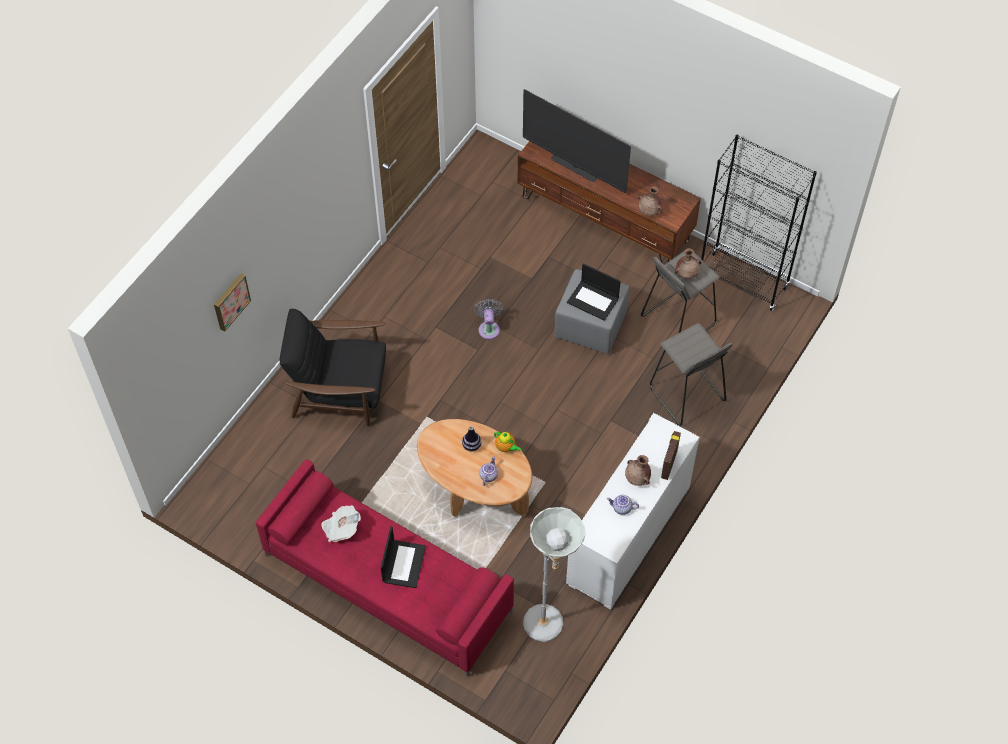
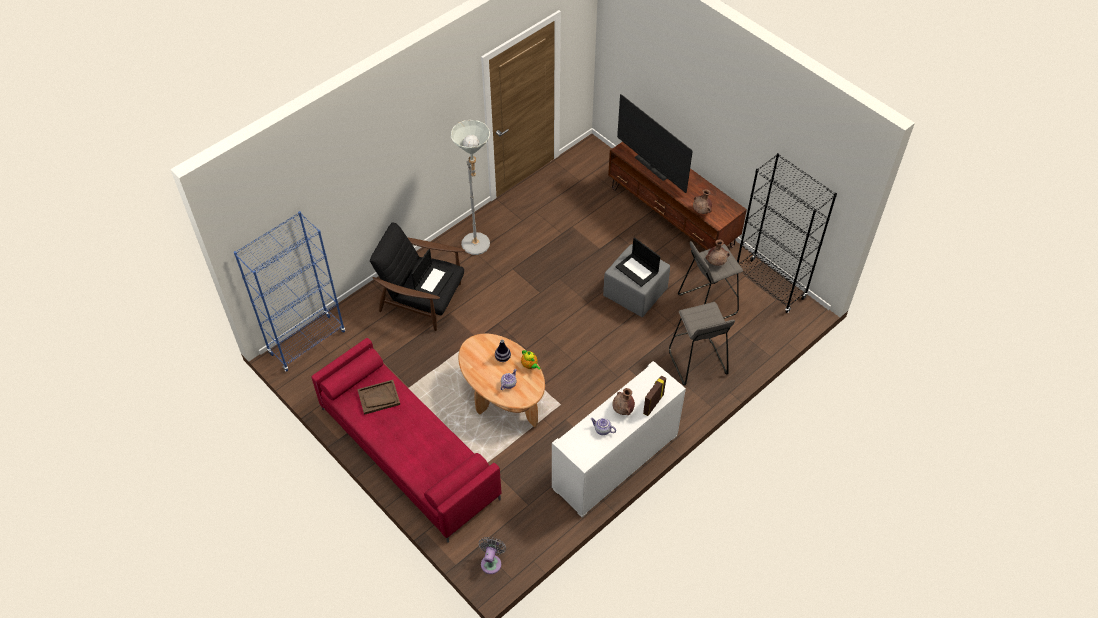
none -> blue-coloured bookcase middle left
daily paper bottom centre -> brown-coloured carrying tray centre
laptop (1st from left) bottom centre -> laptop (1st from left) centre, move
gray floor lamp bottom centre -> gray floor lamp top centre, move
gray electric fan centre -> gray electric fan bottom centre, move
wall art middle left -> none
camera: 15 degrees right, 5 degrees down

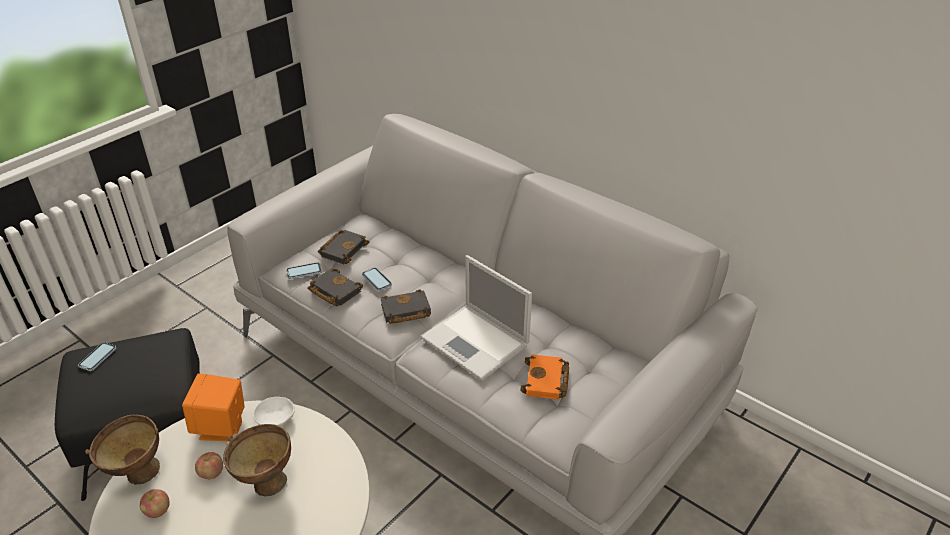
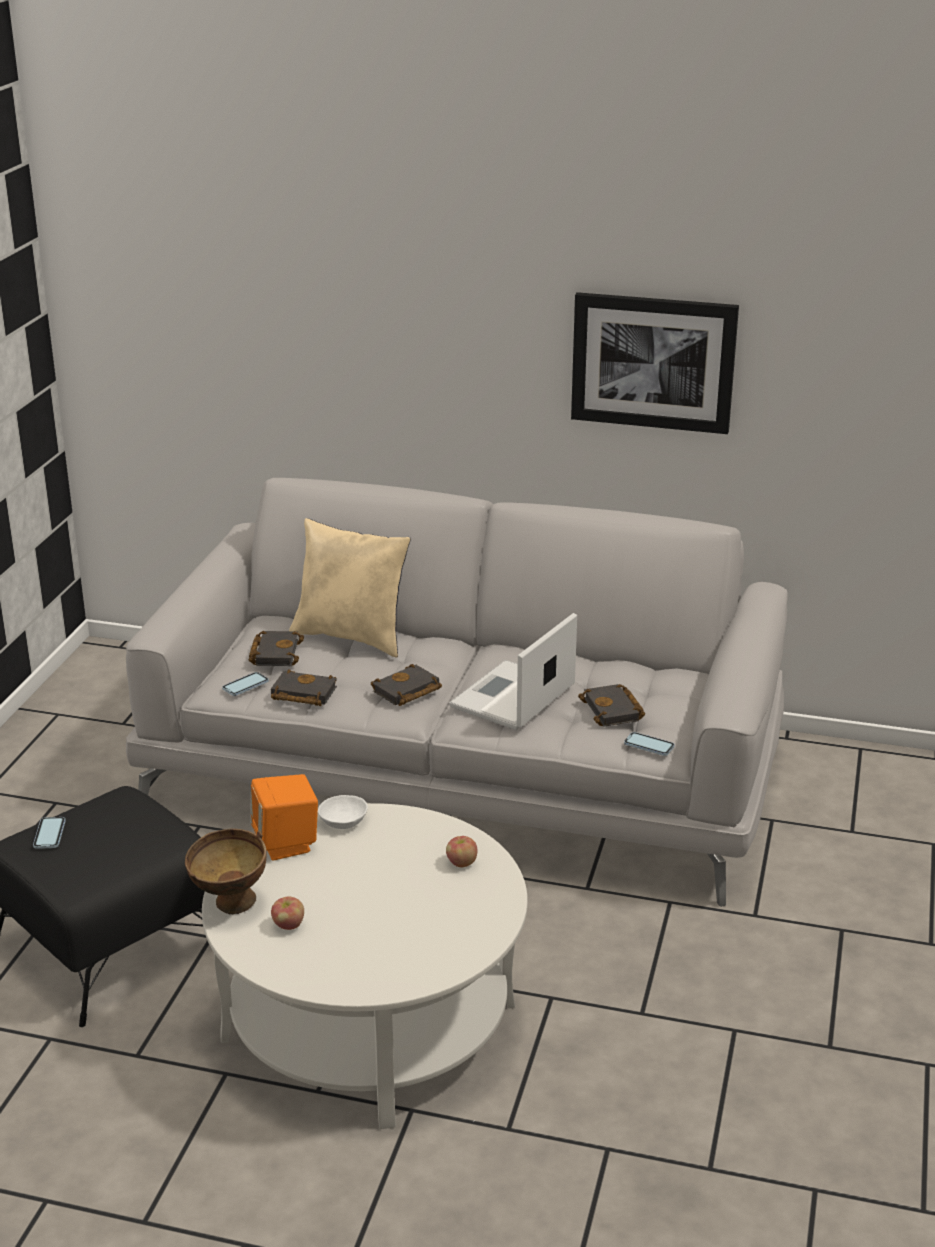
none -> sand-coloured cushion centre
whole apple (2nd from left) bottom left -> whole apple (2nd from left) bottom centre, move
laptop centre, 105 degrees clockwise
none -> wall art top right
orangey bound book bottom centre -> black bound book (4th from left) centre
telephone (3rd from left) centre -> telephone (3rd from left) middle right, move
brown-coloured serving bowl (2nd from left) bottom left -> none
camera: 25 degrees left, 10 degrees down

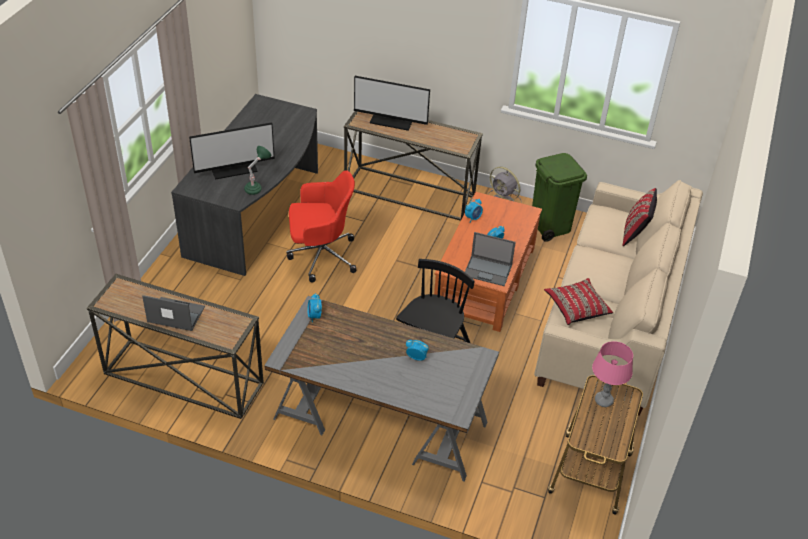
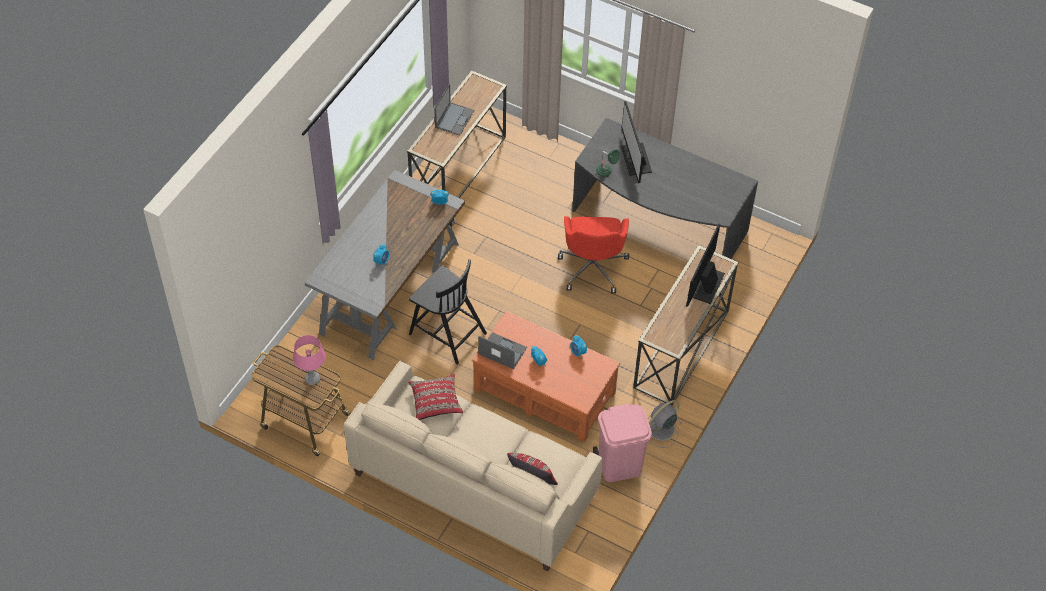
laptop (2nd from left) centre, 90 degrees clockwise
green-coloured trash can middle right -> pink-coloured trash can bottom centre
camera: 100 degrees right, 10 degrees up

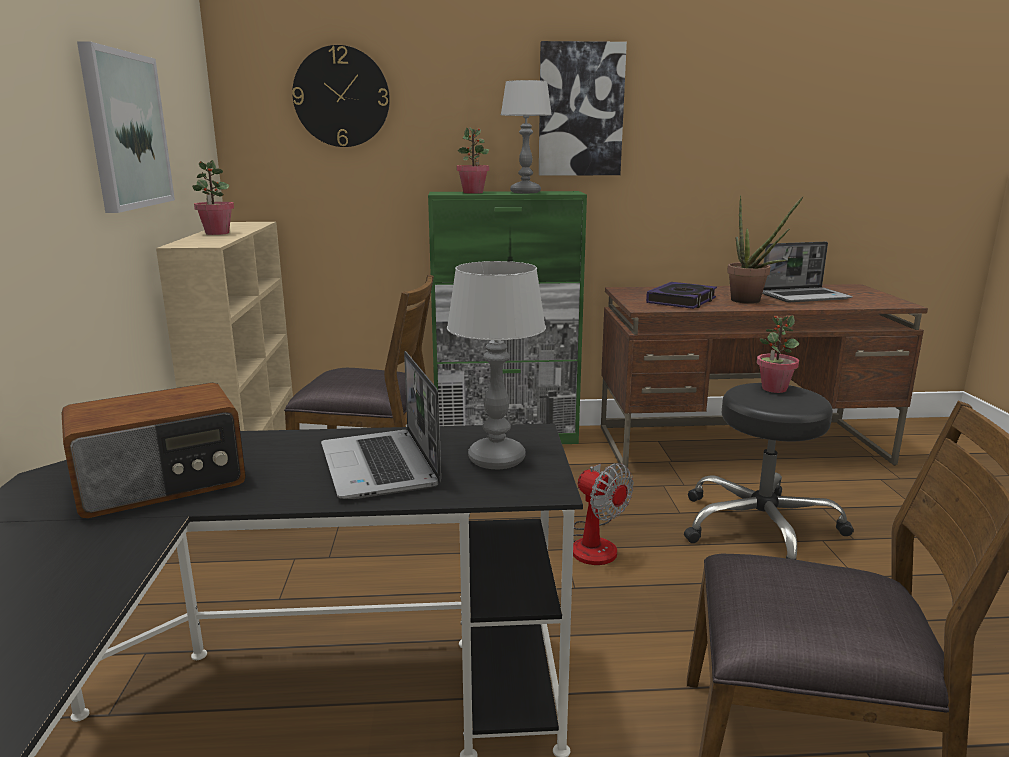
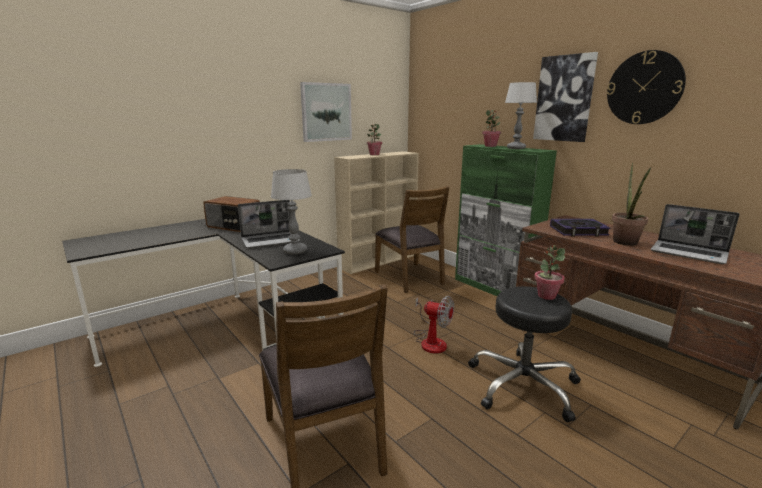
laptop (1st from left) centre, 150 degrees counterclockwise
electric fan bottom centre -> electric fan centre, 75 degrees counterclockwise
hanging clock top centre -> hanging clock top right, move
camera: 55 degrees right, 0 degrees up

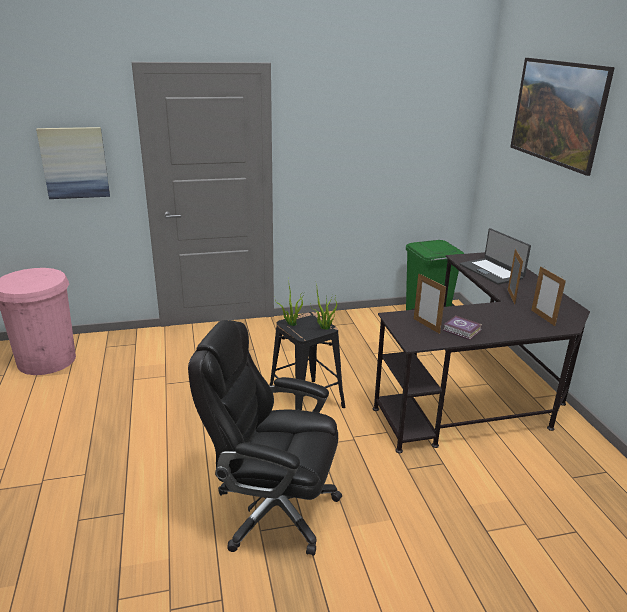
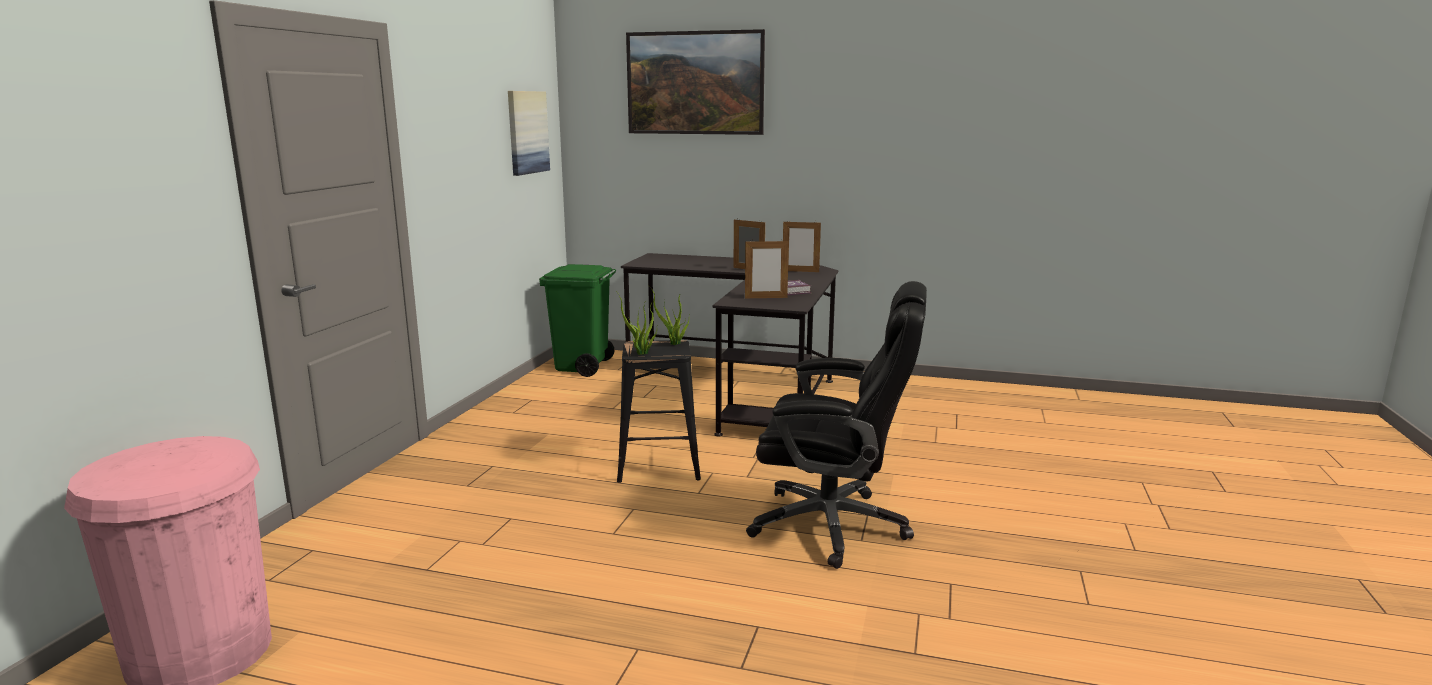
wall art (1st from left) top left -> wall art (1st from left) top centre, move
black office chair bottom centre -> black office chair centre, 120 degrees counterclockwise
laptop middle right -> none
camera: 60 degrees left, 10 degrees down

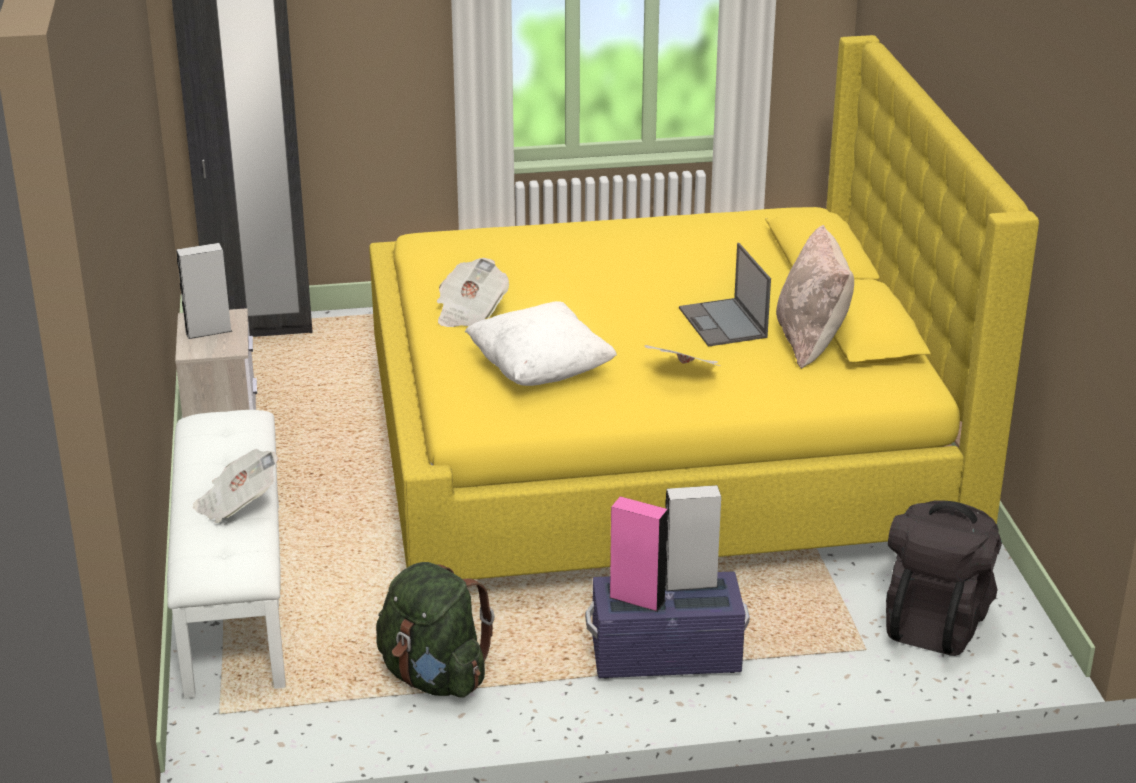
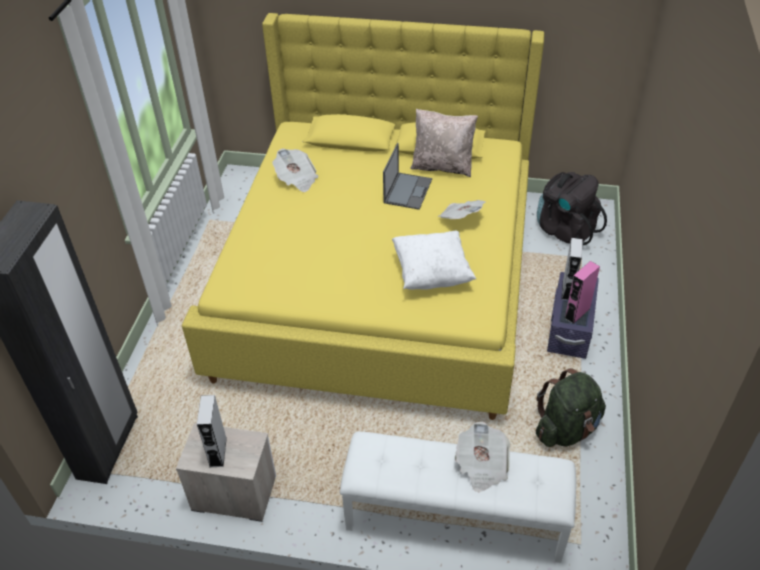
daily paper (2nd from left in the first image) centre -> daily paper (1st from left) top centre, move
laptop centre -> laptop top centre, 75 degrees counterclockwise
camera: 70 degrees left, 15 degrees up

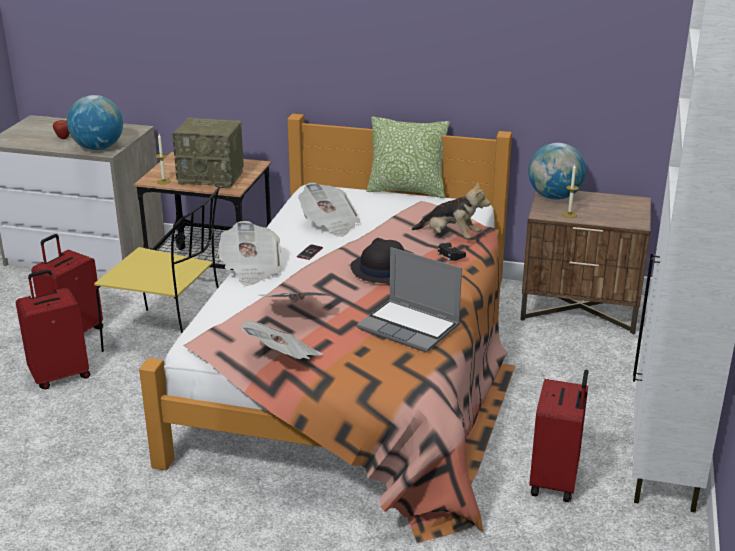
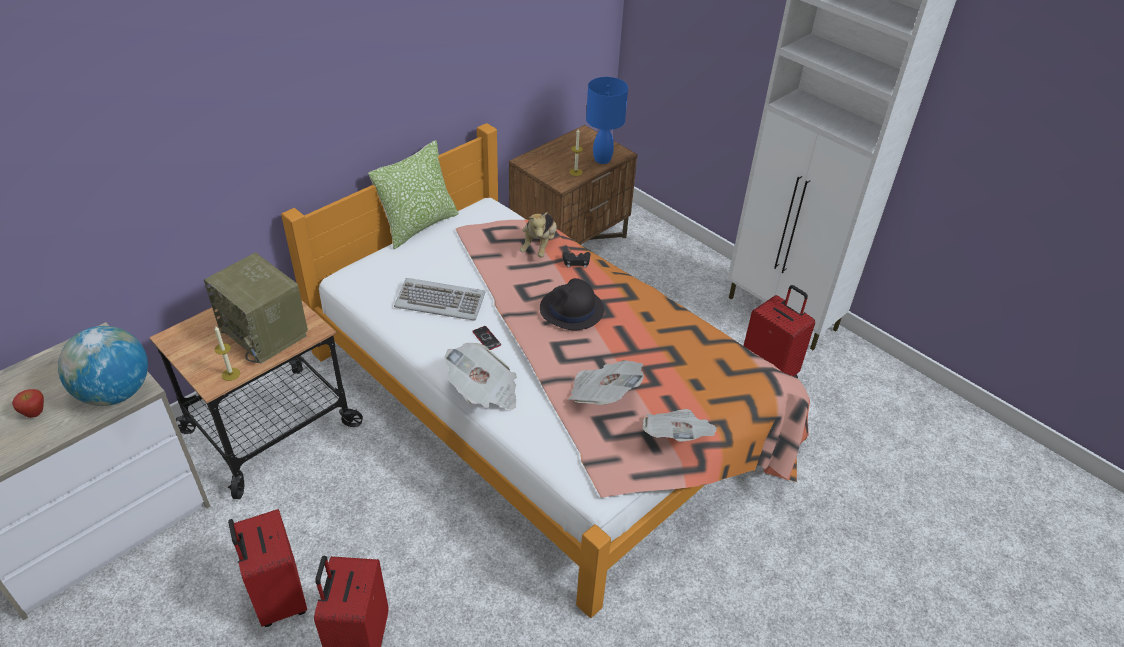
radio receiver top left -> radio receiver middle left, 90 degrees clockwise
daily paper (4th from left) centre -> keyboard centre
cuddly toy centre, 135 degrees clockwise
none -> blue-coloured table lamp top centre
yellow-coloured upright chair middle left -> none
laptop centre -> none
desk globe (2nd from left) top right -> none
camera: 60 degrees left, 15 degrees up

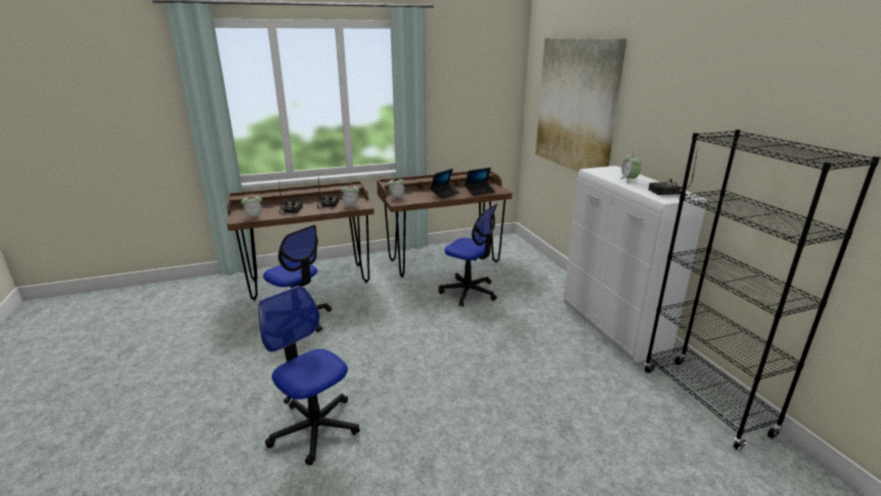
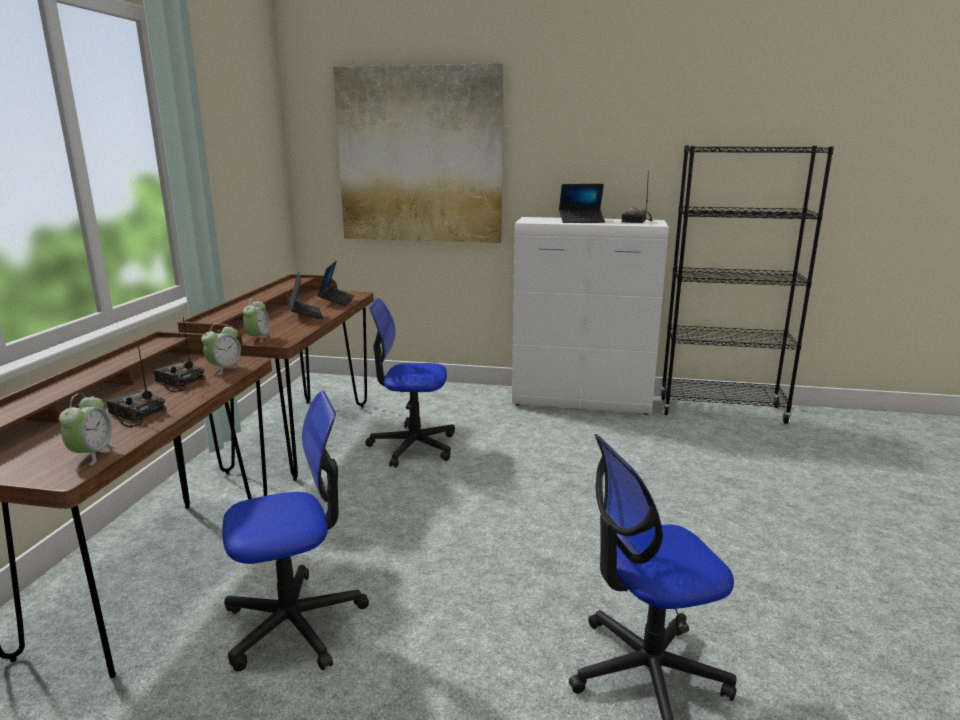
office chair (3rd from left in the first image) centre -> office chair (2nd from left) centre, 150 degrees counterclockwise
alarm clock (4th from left) middle right -> laptop (3rd from left) top centre
camera: 60 degrees left, 5 degrees down

